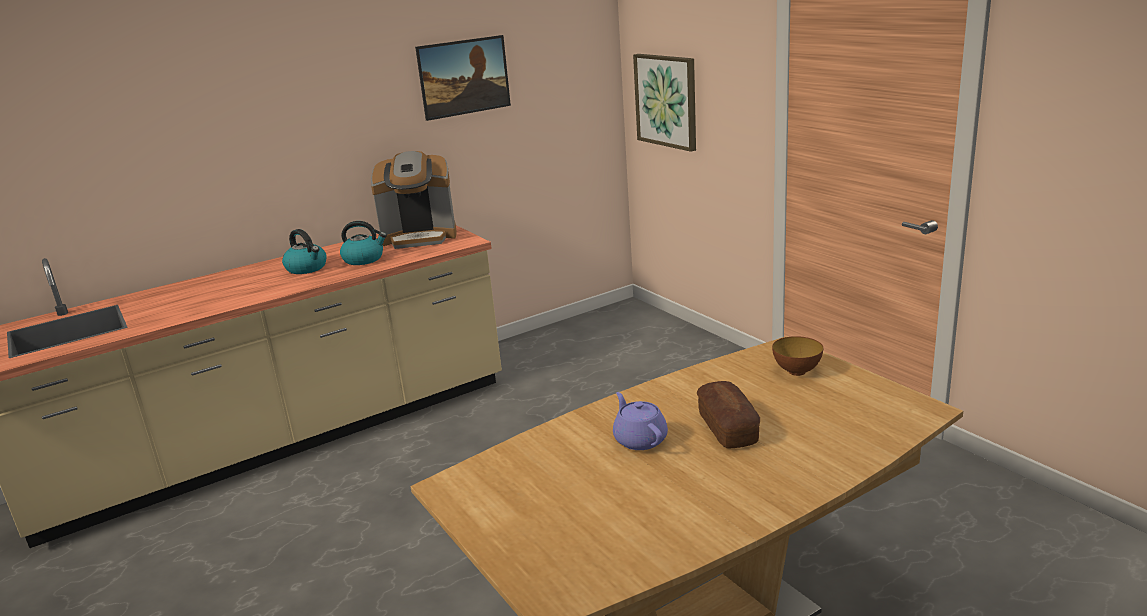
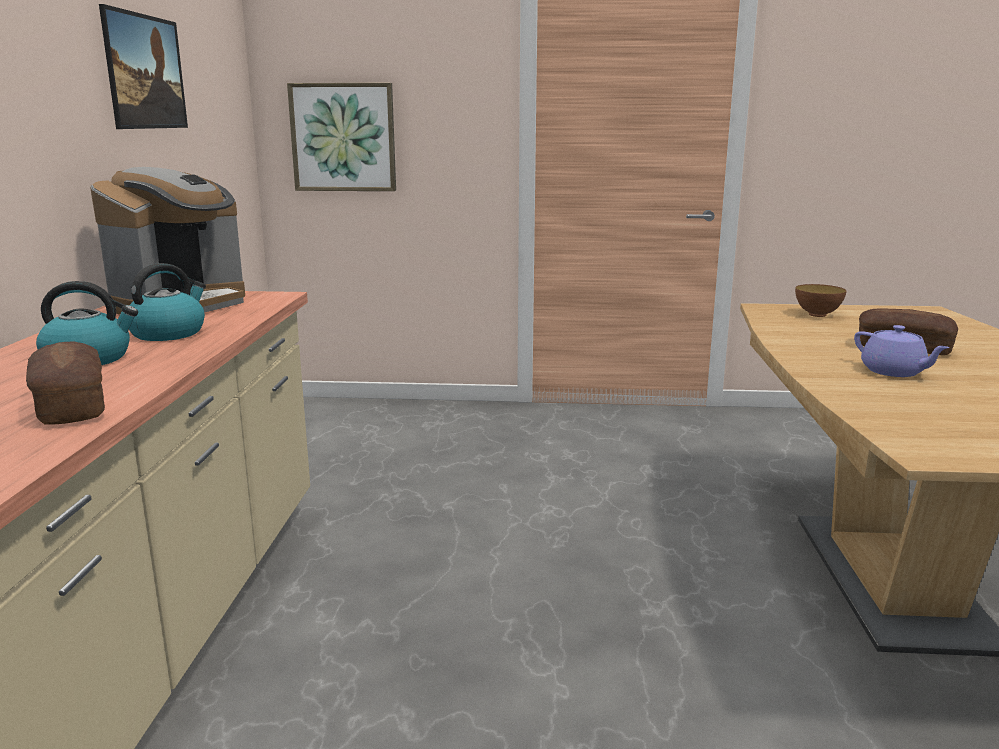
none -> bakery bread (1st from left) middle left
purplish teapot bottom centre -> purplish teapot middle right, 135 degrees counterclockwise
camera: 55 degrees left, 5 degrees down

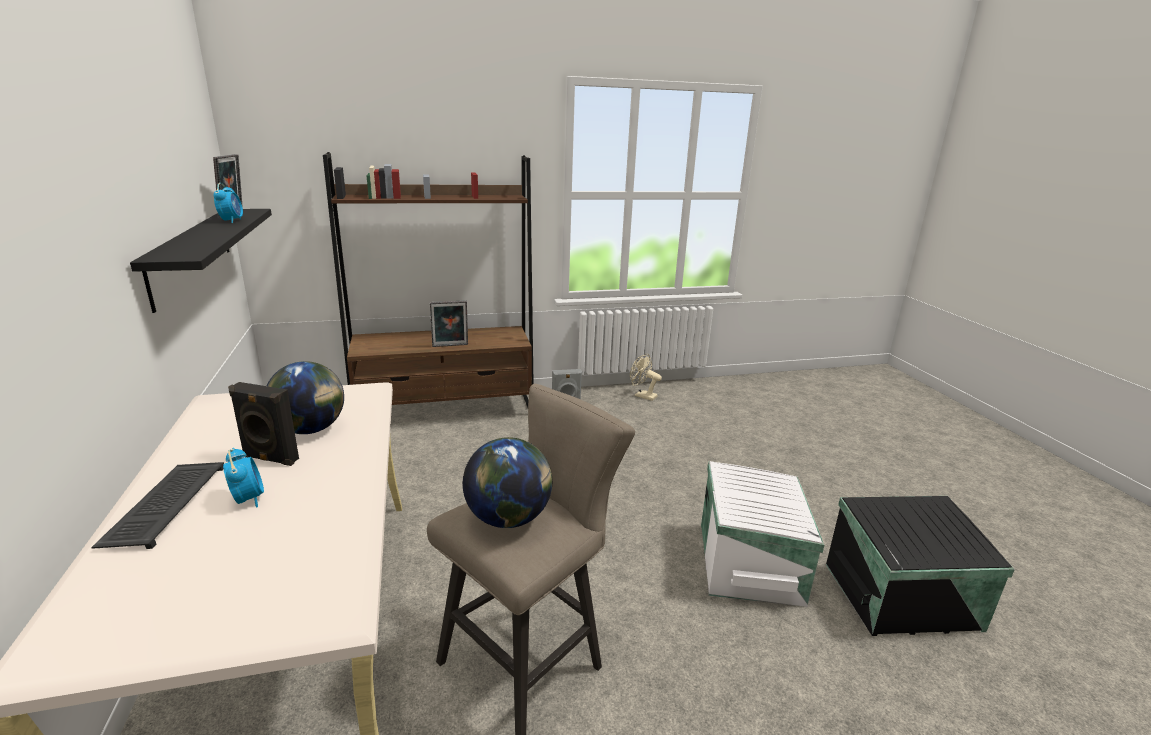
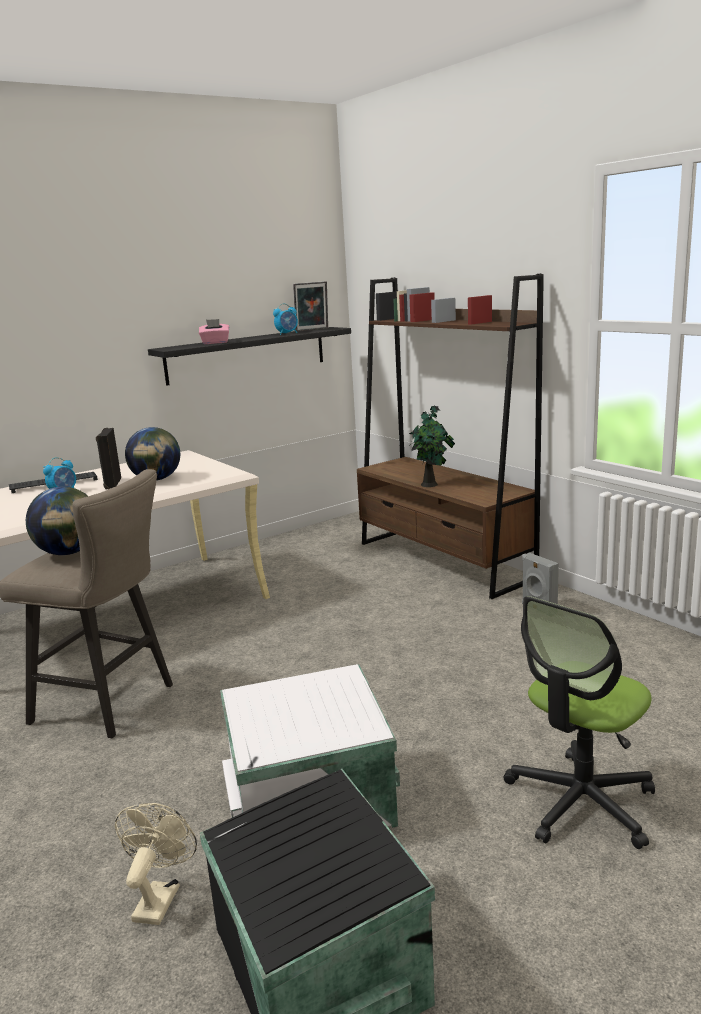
sand-coloured electric fan centre -> sand-coloured electric fan bottom left, move
none -> pink-coloured box of tissues top left
standing frame (2nd from left) centre -> potted plant centre
none -> office chair bottom right
camera: 70 degrees right, 5 degrees down

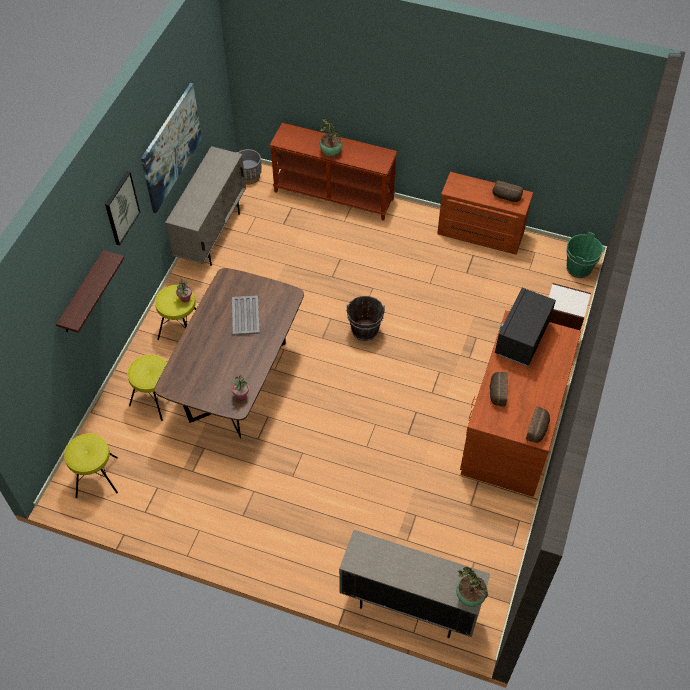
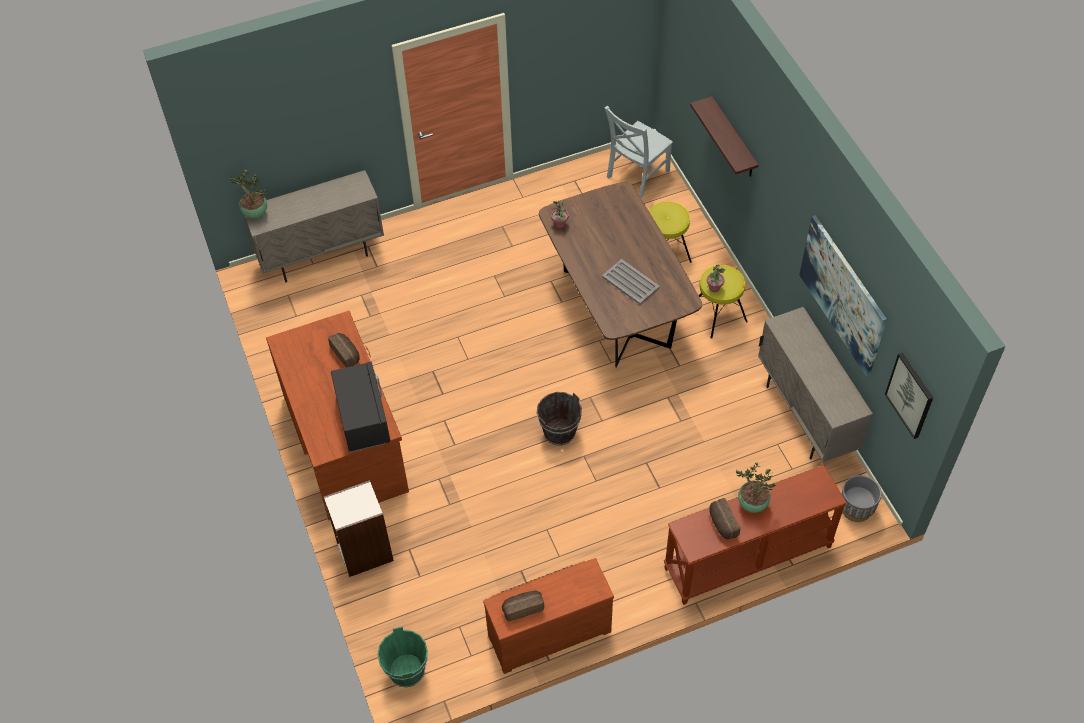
yellow-coloured stool (1st from left) bottom left -> gray upright chair top centre
bakery bread (3rd from left) middle right -> bakery bread (3rd from left) bottom right, move
wall art (1st from left in the first image) top left -> wall art (2nd from left) middle right, move
camera: 140 degrees right, 0 degrees up

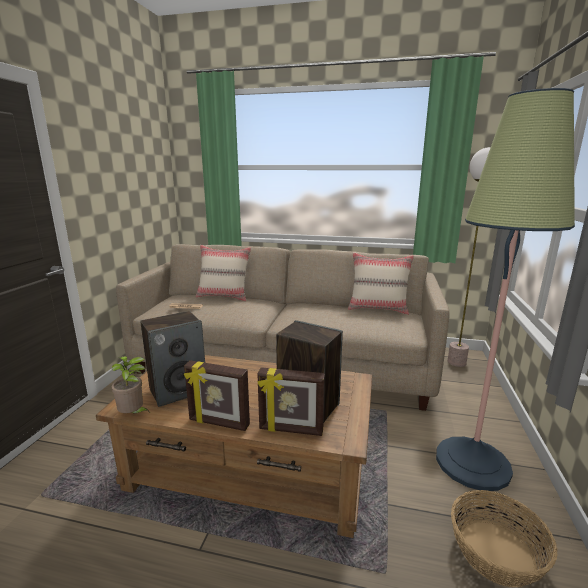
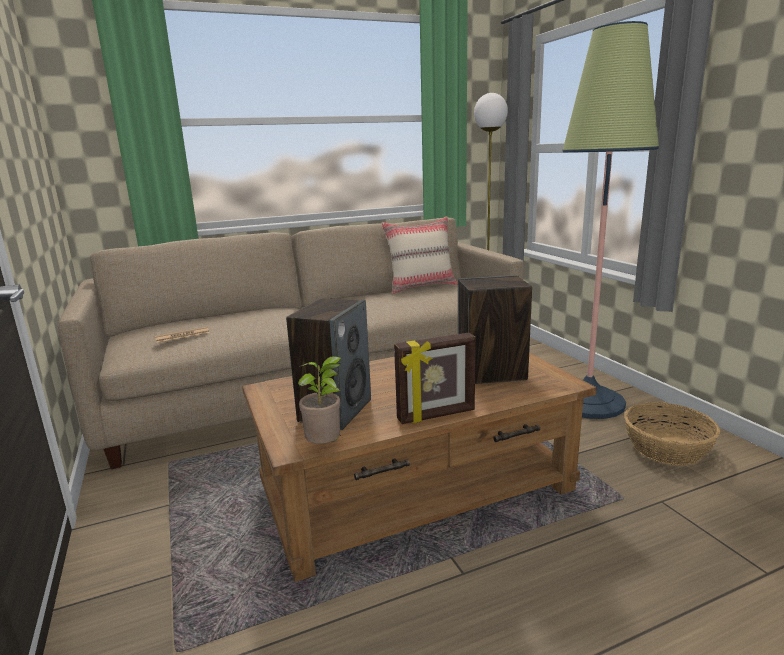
sand-coloured cushion (1st from left) centre -> none
standing frame (2nd from left) bottom centre -> none
camera: 35 degrees left, 0 degrees up

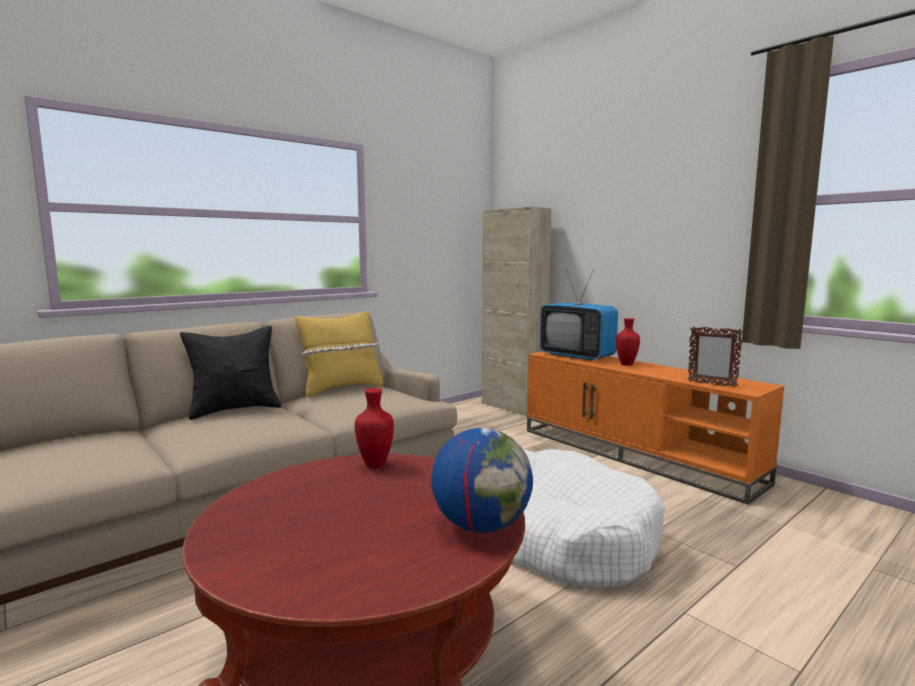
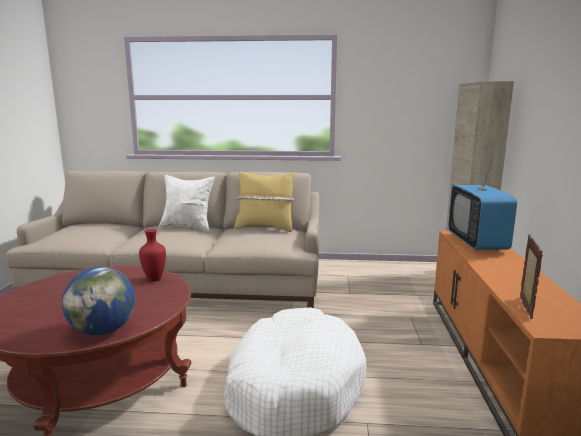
black cushion middle left -> white cushion middle left
standing frame middle right, 150 degrees counterclockwise
red vase (2nd from left) middle right -> none
camera: 45 degrees right, 5 degrees up

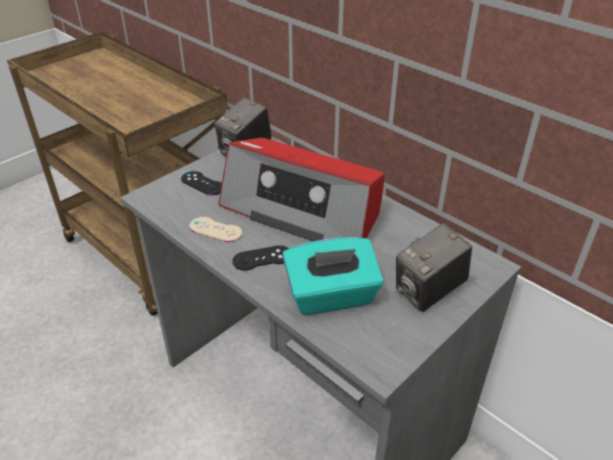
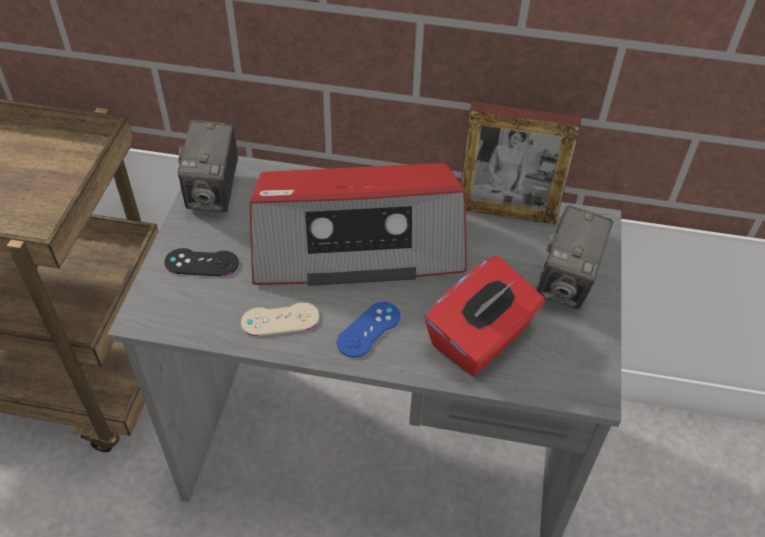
black game controller (2nd from left) centre -> blue-coloured game controller centre
turquoise box of tissues centre -> red box of tissues centre
none -> standing frame top right
camera: 35 degrees left, 10 degrees up

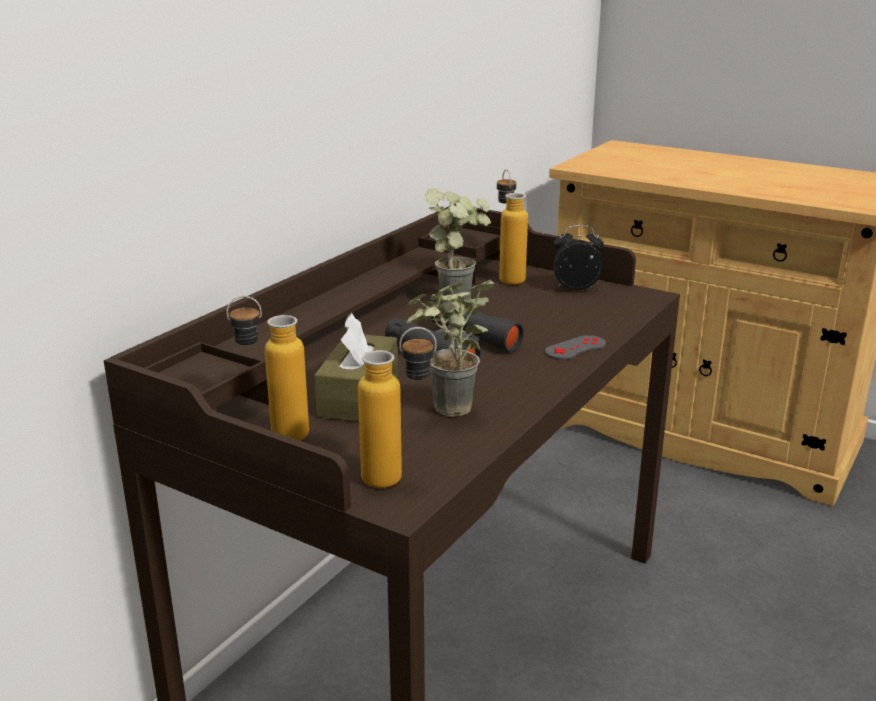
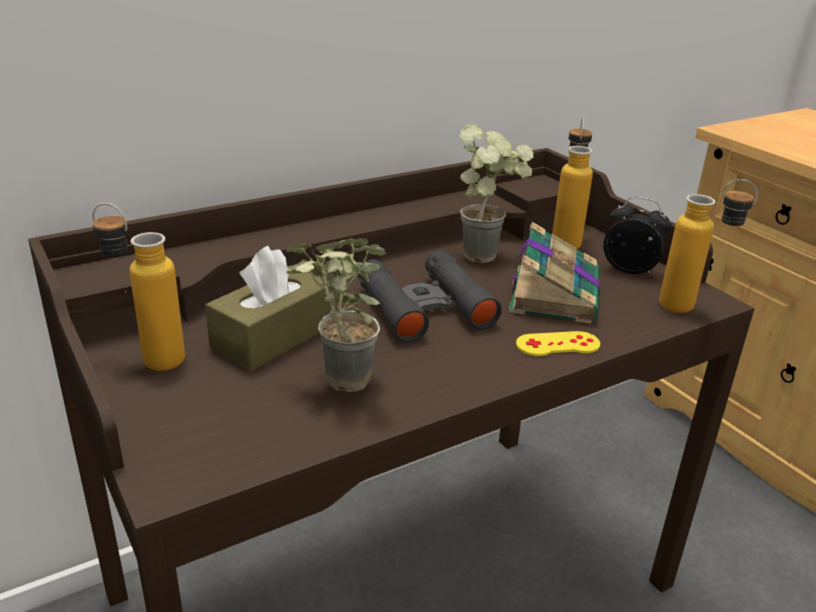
none -> bound book middle right
gray game controller centre -> yellow-coloured game controller middle right
bottle (2nd from left in the first image) centre -> bottle (3rd from left) middle right, move
camera: 25 degrees right, 5 degrees up

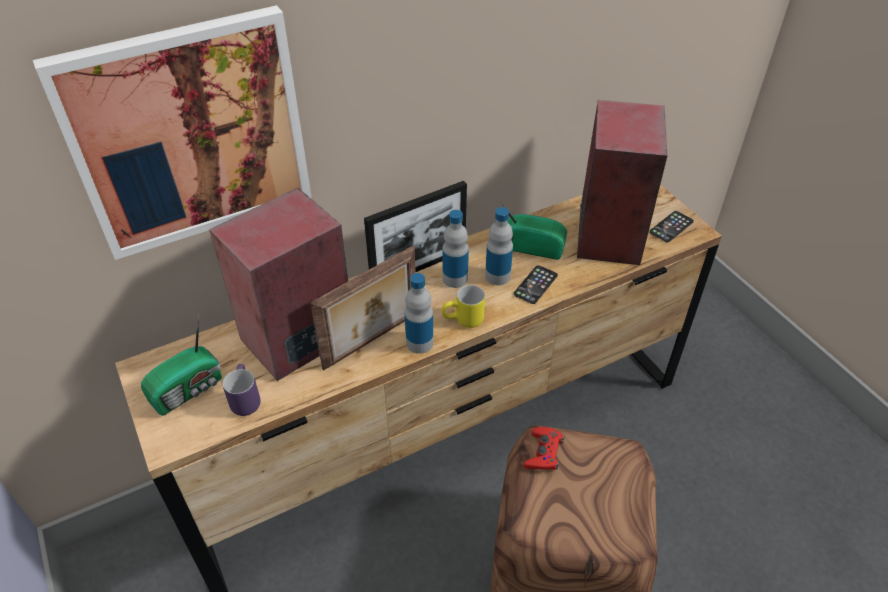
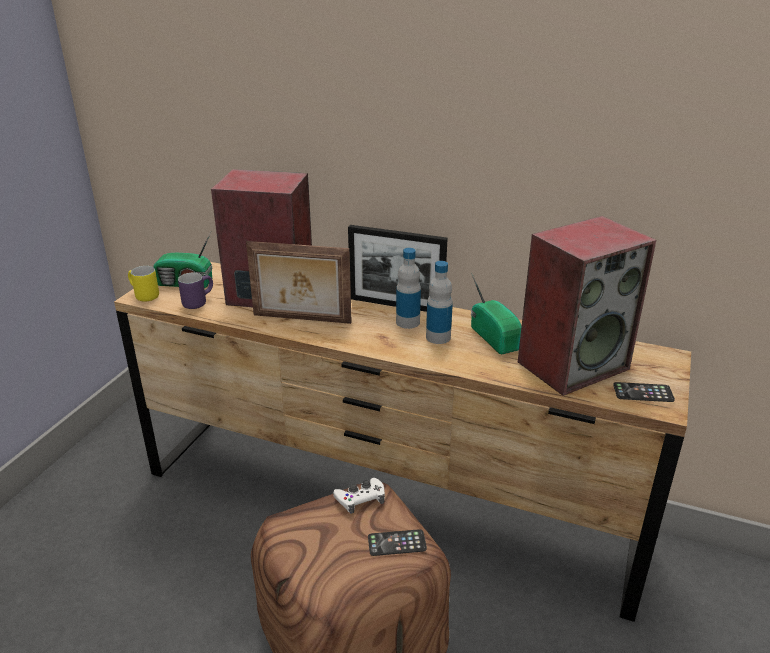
yellow-coloured coffee mug centre -> yellow-coloured coffee mug middle left, move
red game controller bottom centre -> white game controller bottom centre
telephone (1st from left) centre -> telephone (1st from left) bottom centre, move
wall art top left -> none
bottle (1st from left) centre -> none
camera: 50 degrees right, 15 degrees down

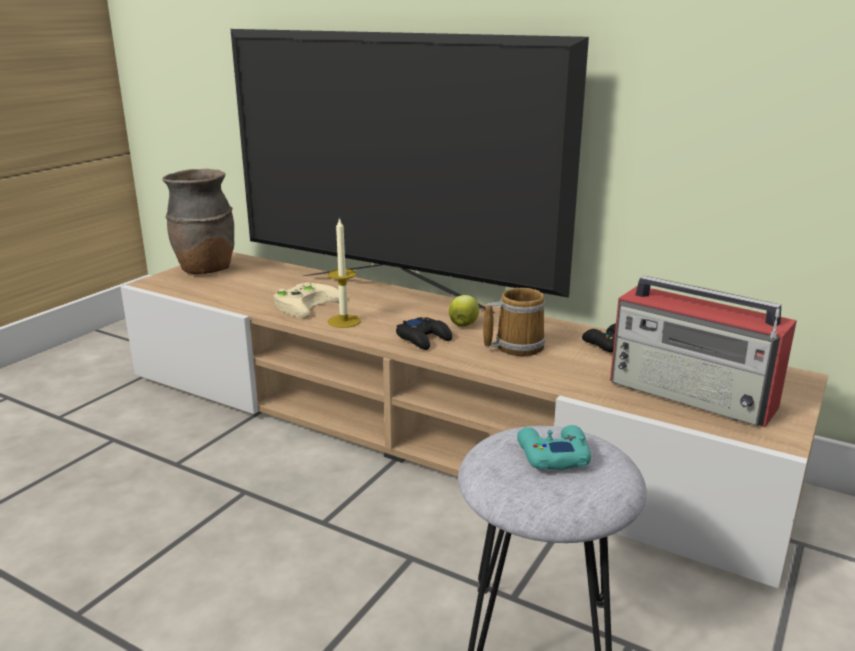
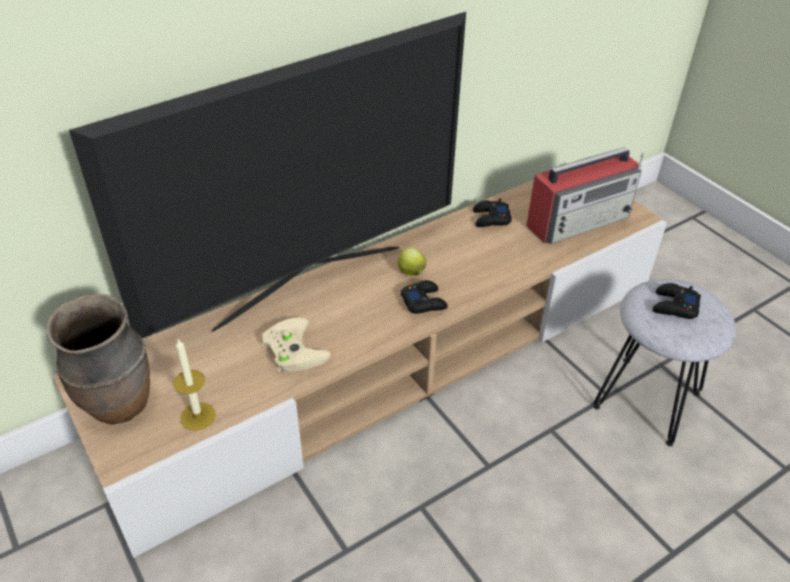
wax candle centre -> wax candle middle left, move
turquoise game controller bottom centre -> black game controller (3rd from left) middle right
coffee mug centre -> none
camera: 65 degrees left, 20 degrees up

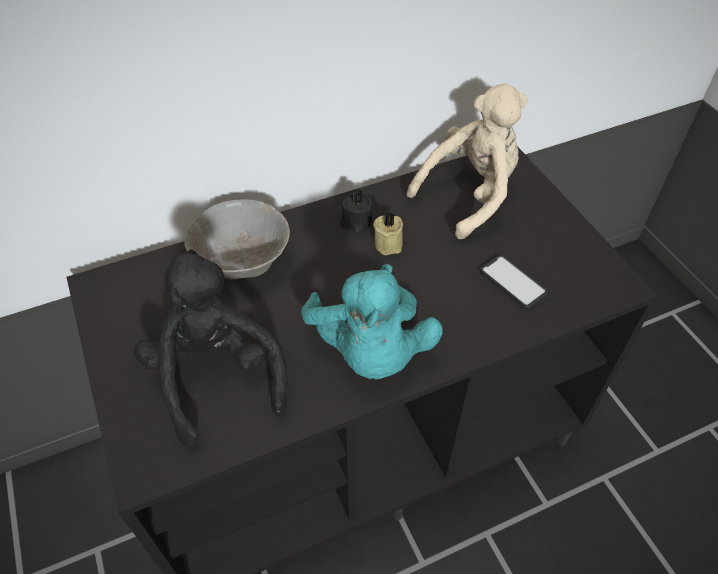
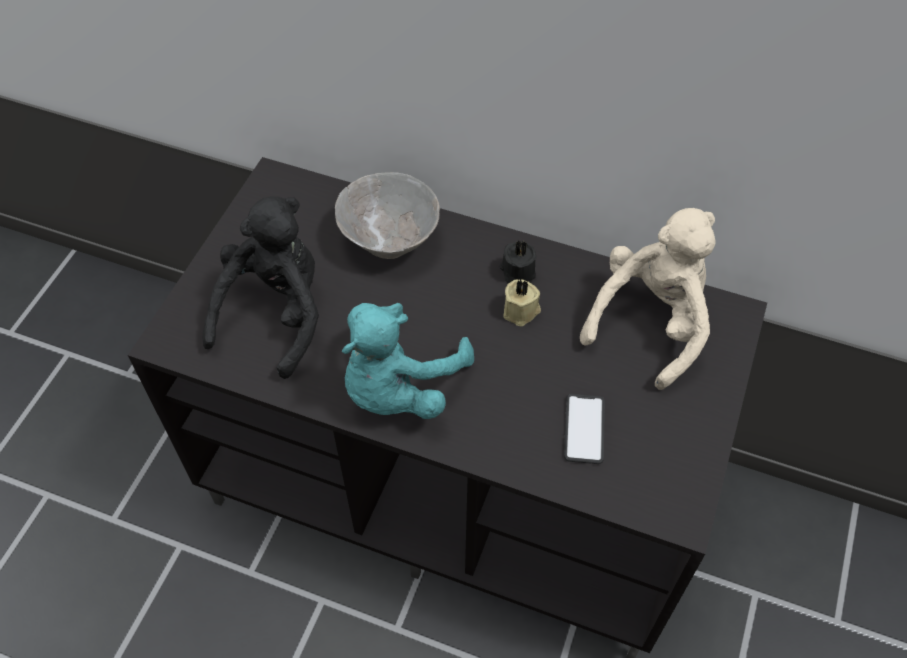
sand-coloured cuddly toy top centre -> sand-coloured cuddly toy middle right, 60 degrees counterclockwise
camera: 45 degrees right, 5 degrees up

